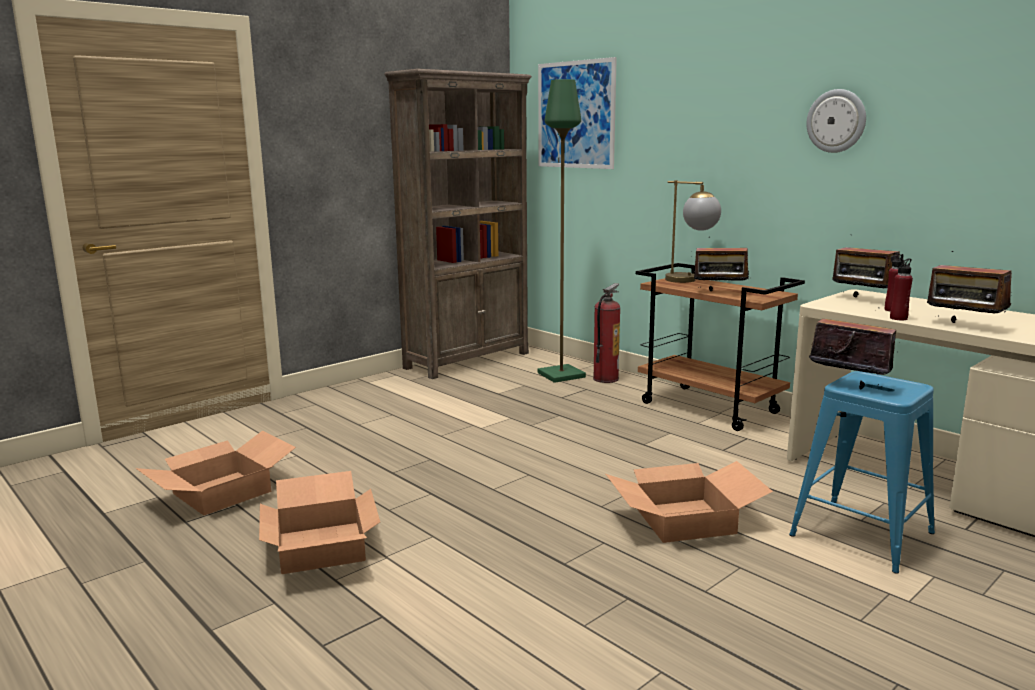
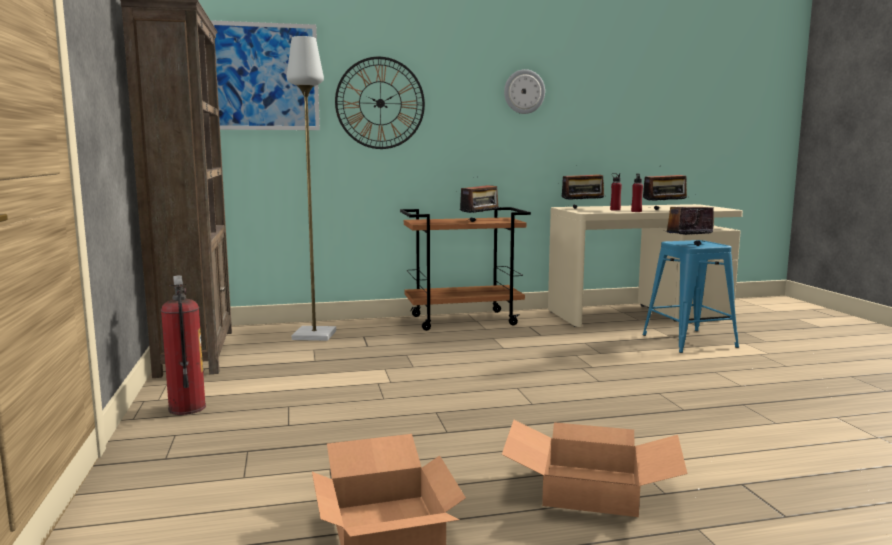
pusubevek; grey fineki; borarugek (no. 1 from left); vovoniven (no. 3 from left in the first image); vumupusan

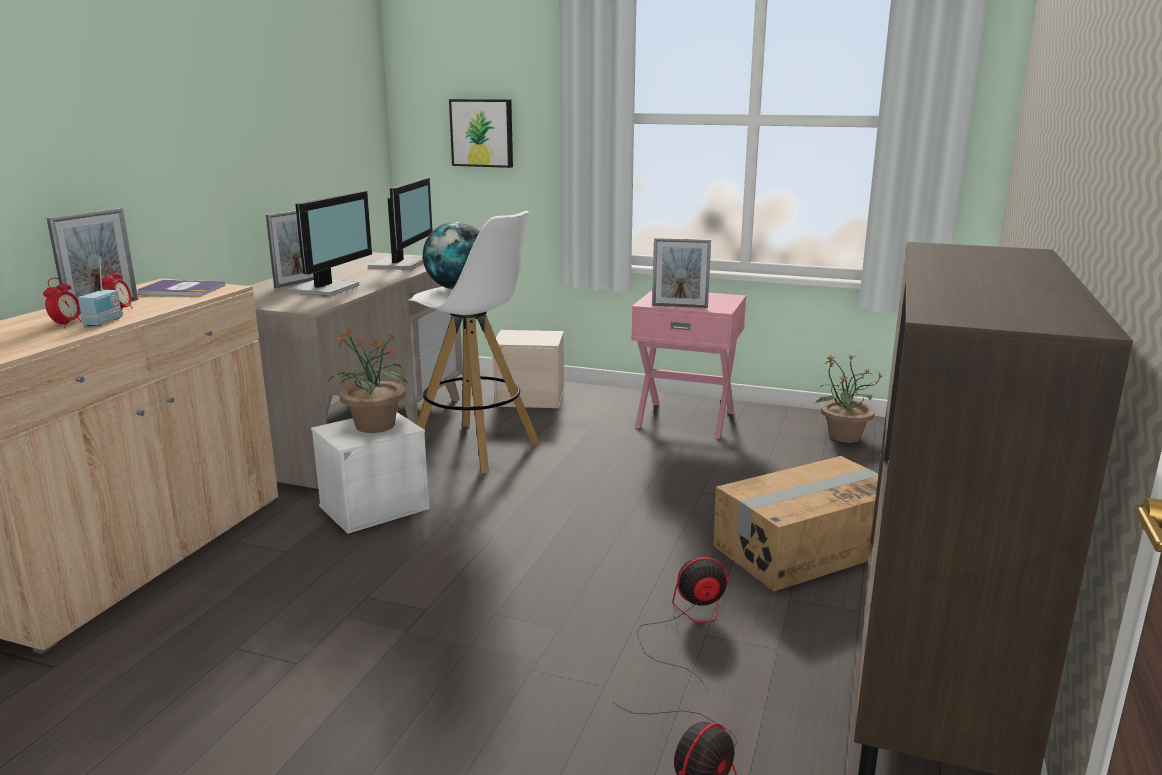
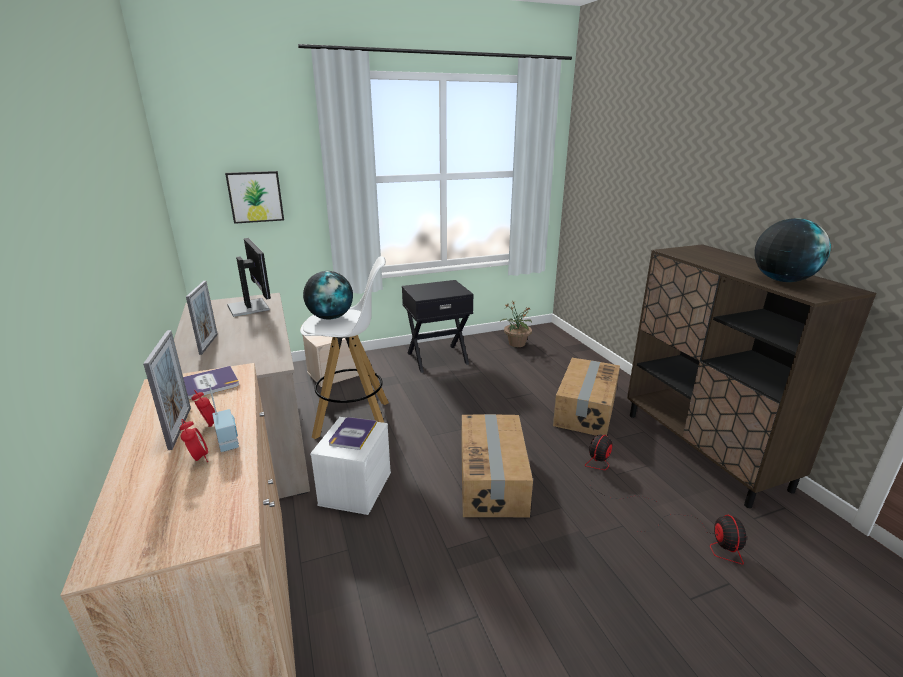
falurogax (no. 2 from left); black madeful; vovoniven (no. 1 from left); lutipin (no. 2 from left); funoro (no. 1 from left in the first image); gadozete (no. 3 from left in the first image)

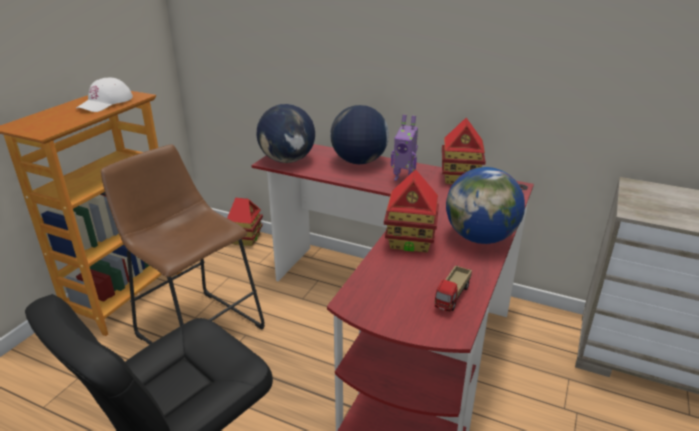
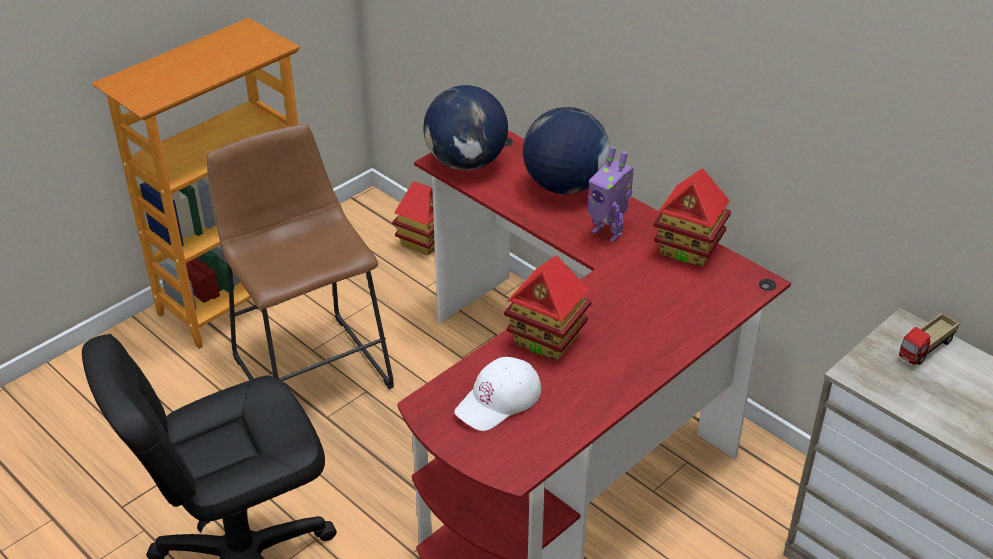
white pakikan; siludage; lutipin (no. 3 from left in the first image)

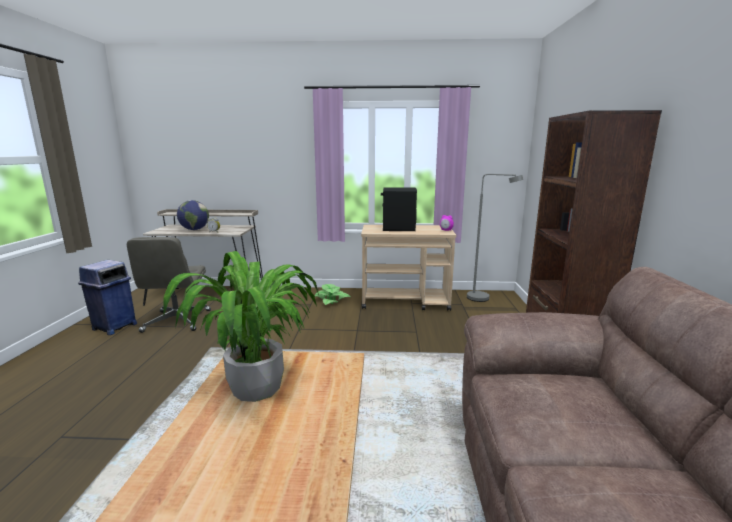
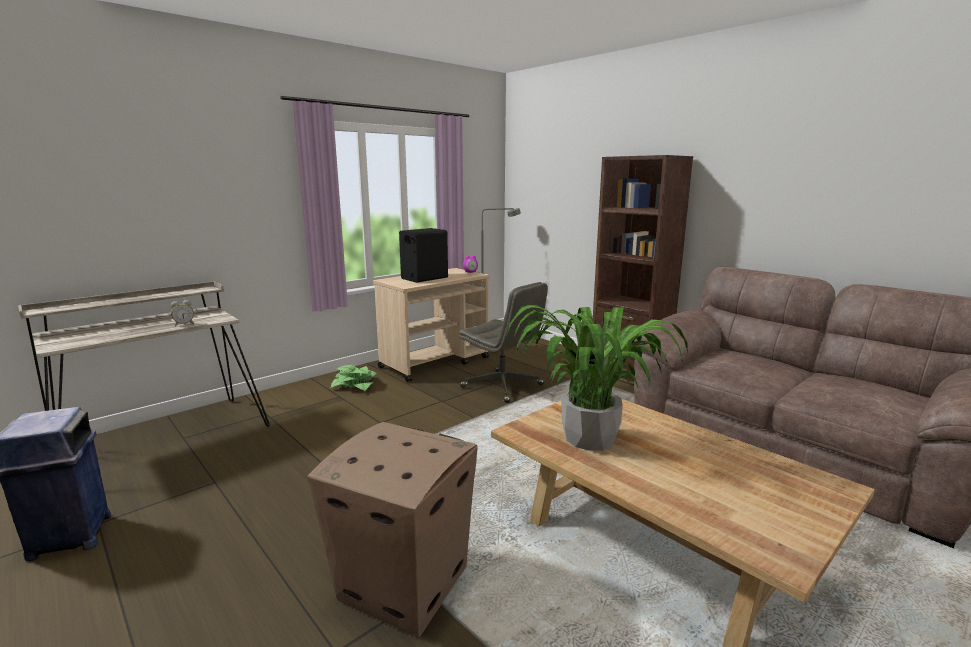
vovoniven; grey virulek; lutipin

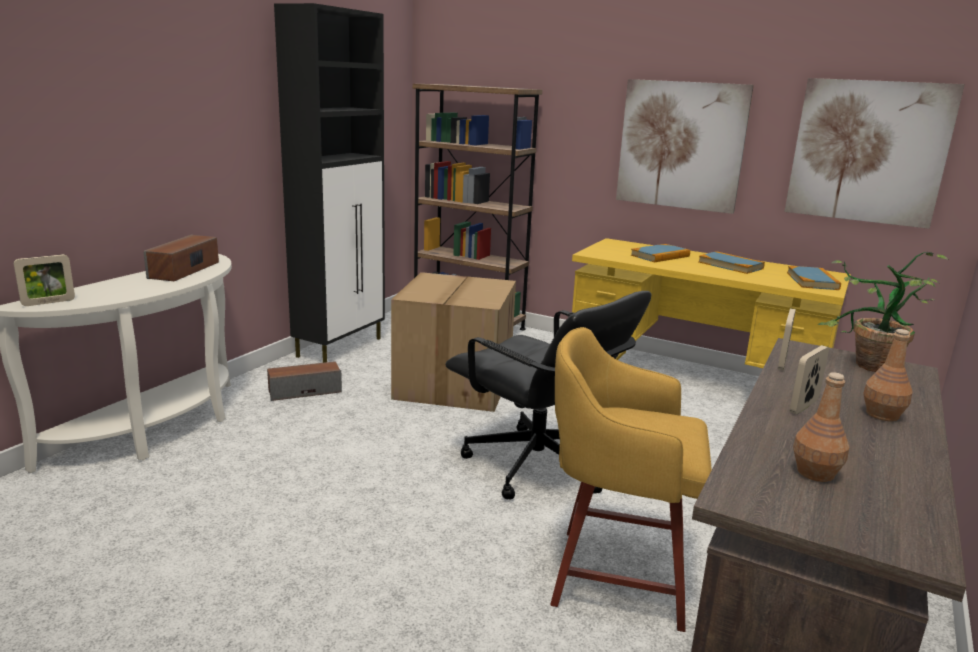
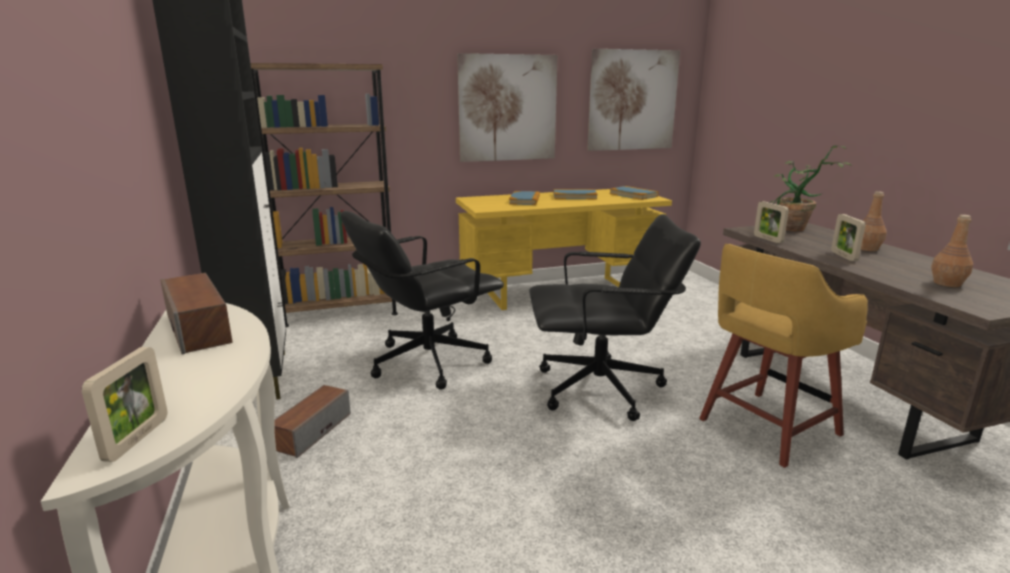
black virulek (no. 1 from left)

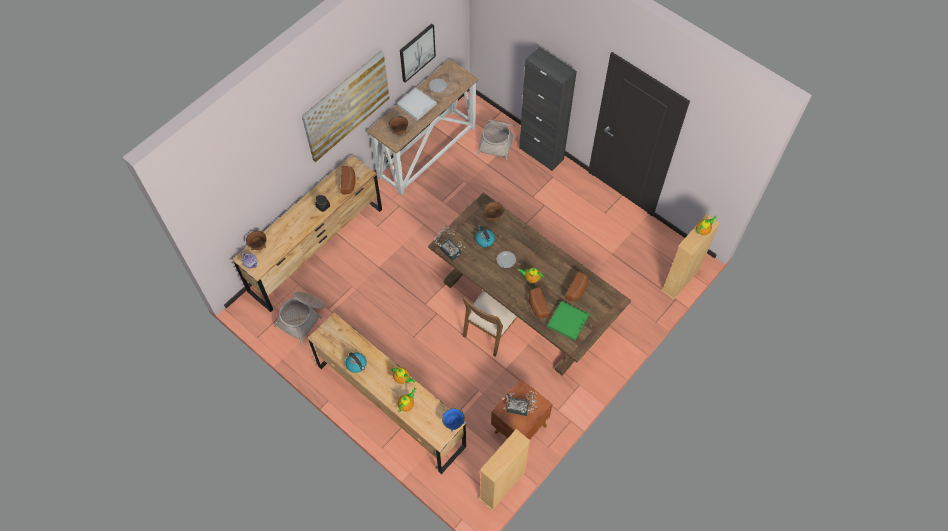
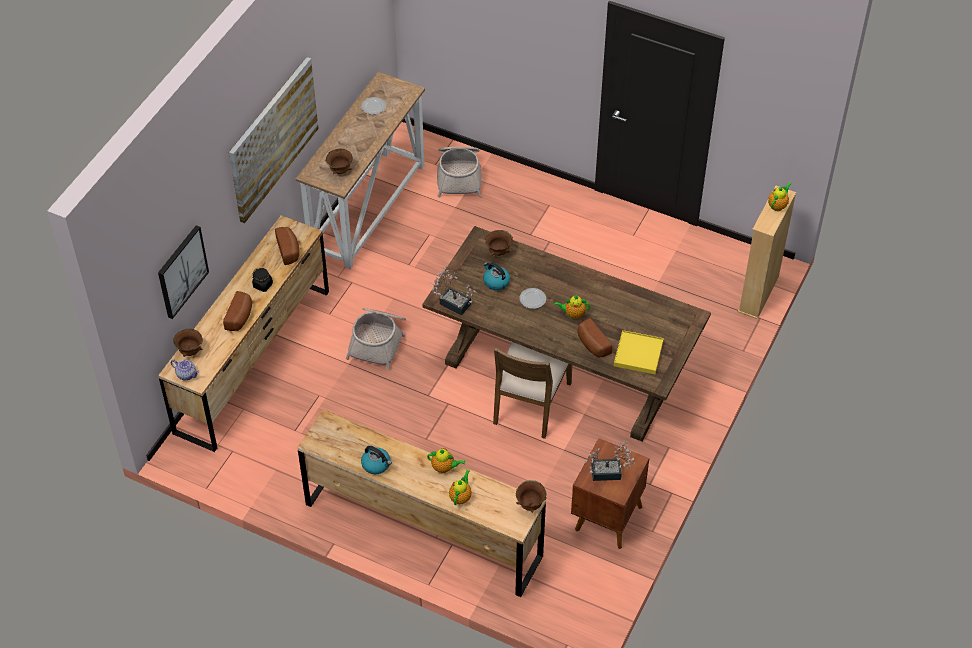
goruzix (no. 1 from left); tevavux (no. 1 from left); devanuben (no. 1 from left); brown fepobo (no. 4 from left); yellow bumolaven; white bumolaven; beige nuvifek (no. 1 from left in the first image); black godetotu

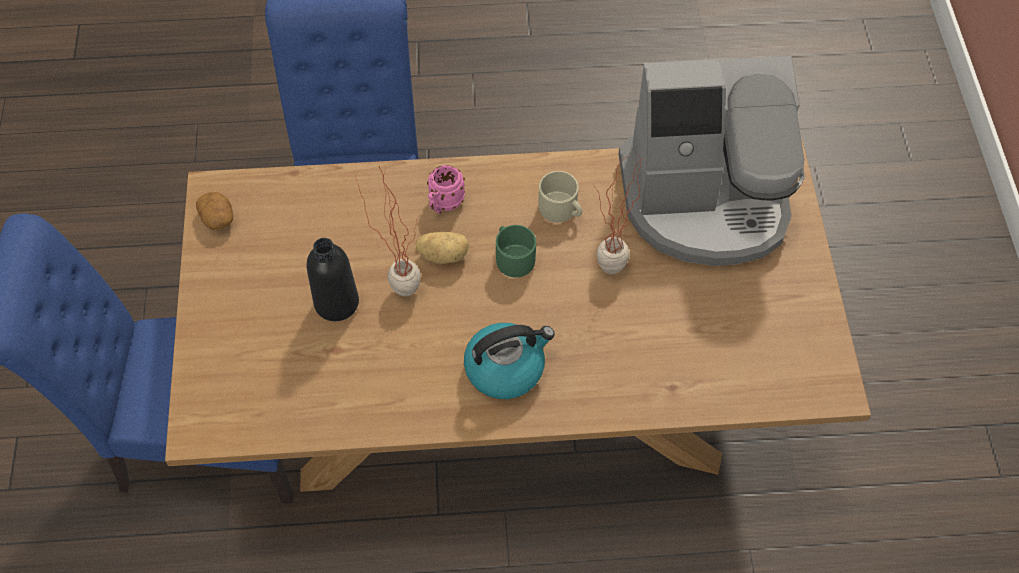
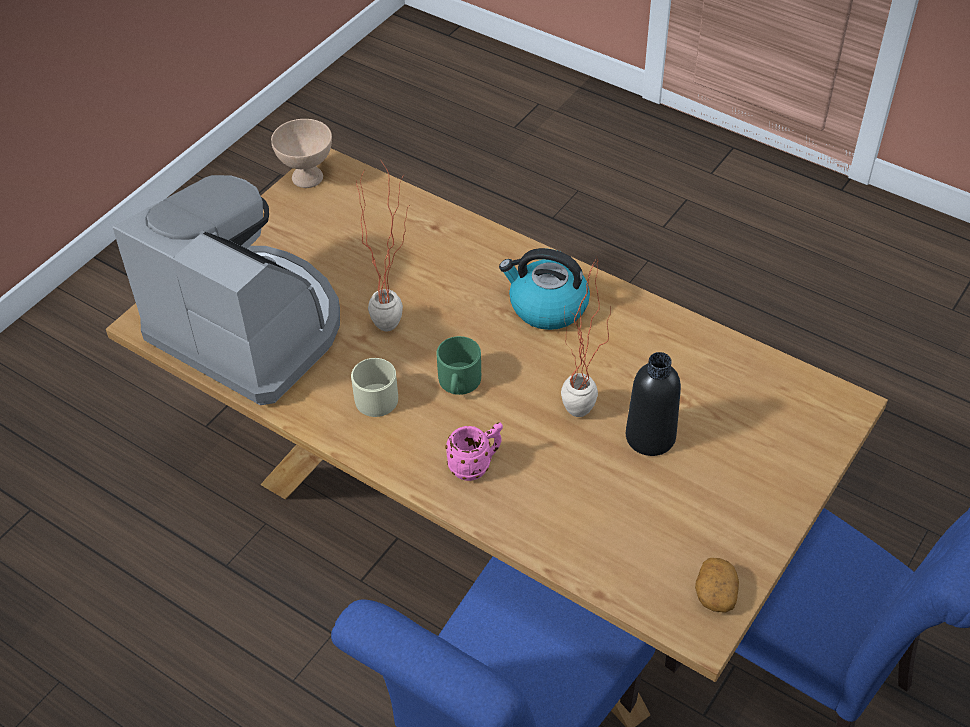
beige fepobo; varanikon (no. 2 from left in the first image)

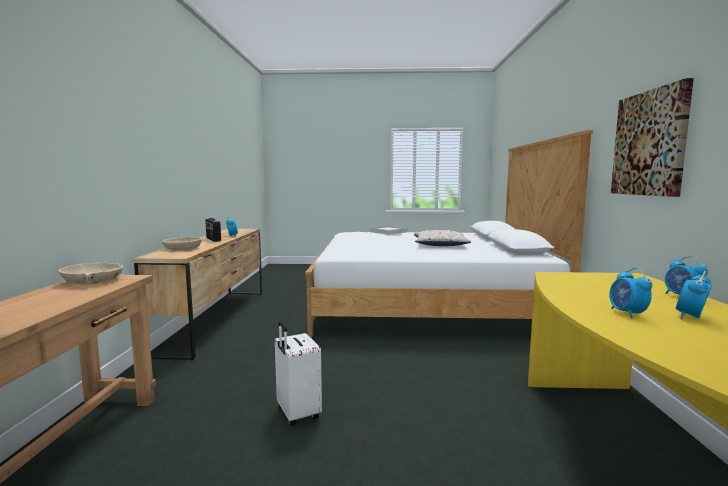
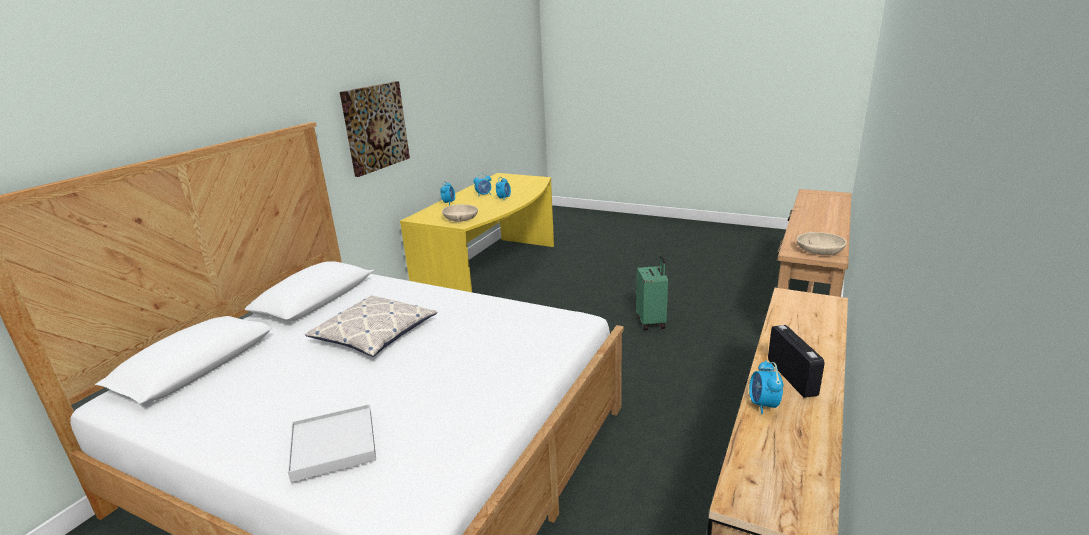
beige fepobo (no. 1 from left); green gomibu

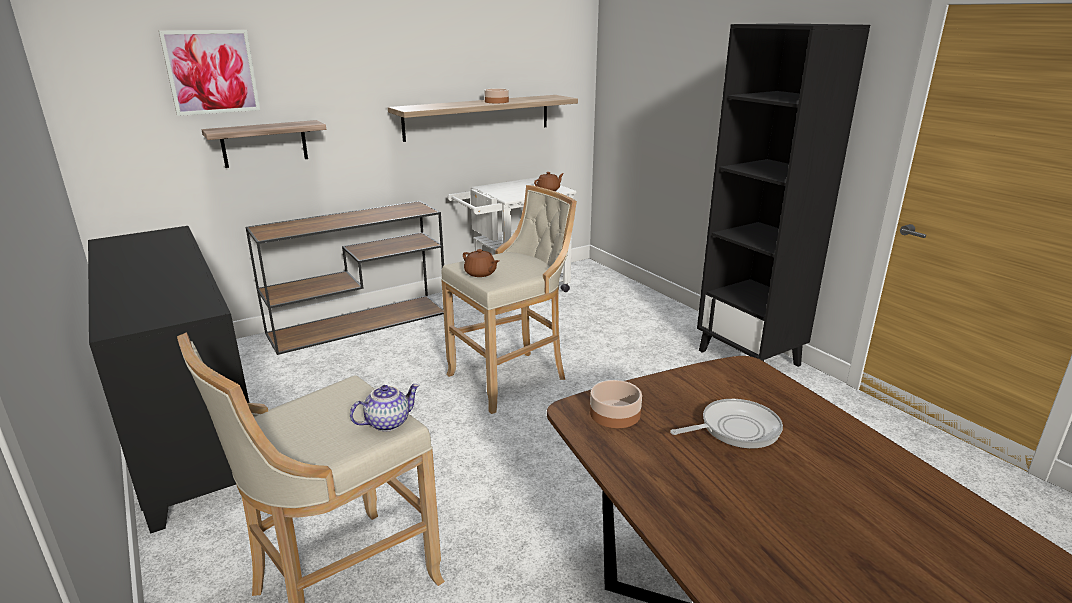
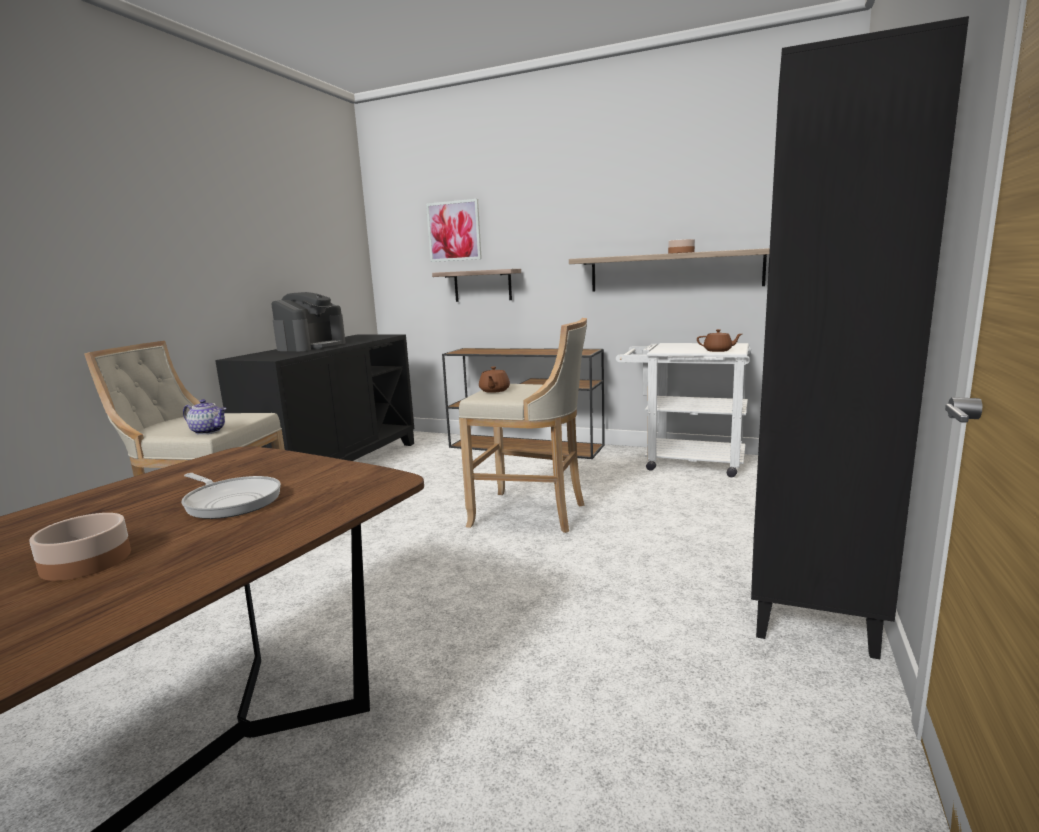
fepobo (no. 1 from left); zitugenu

